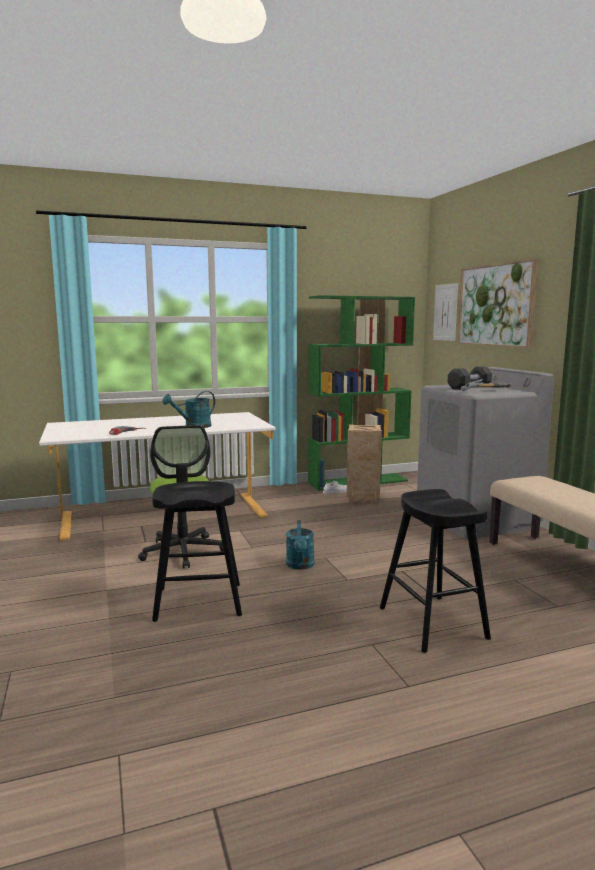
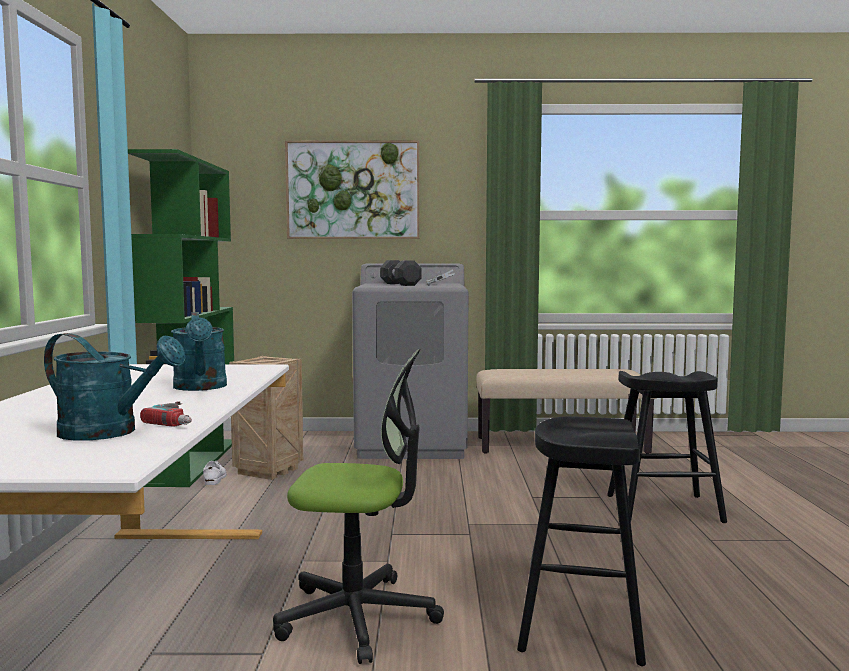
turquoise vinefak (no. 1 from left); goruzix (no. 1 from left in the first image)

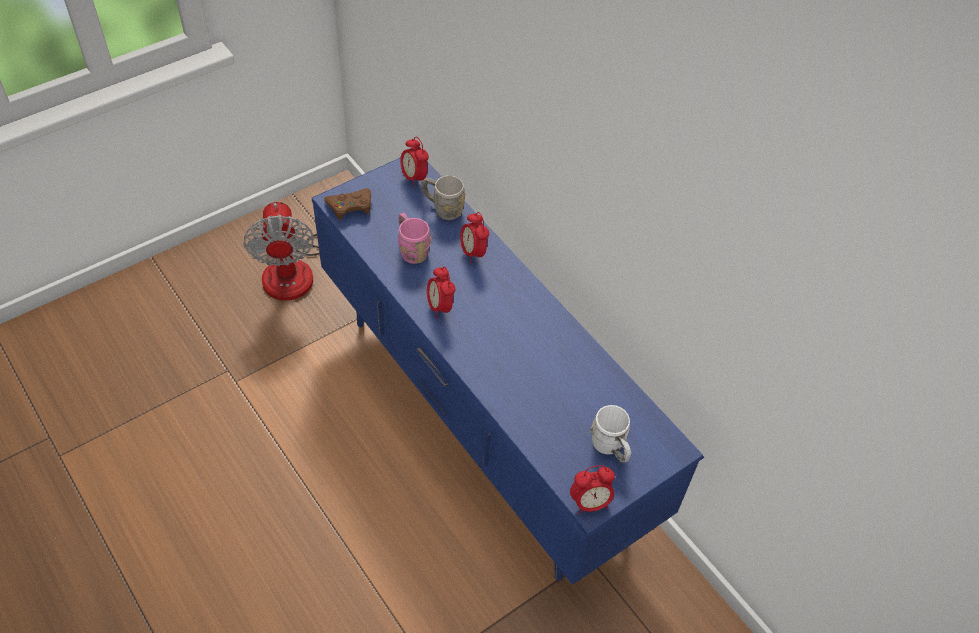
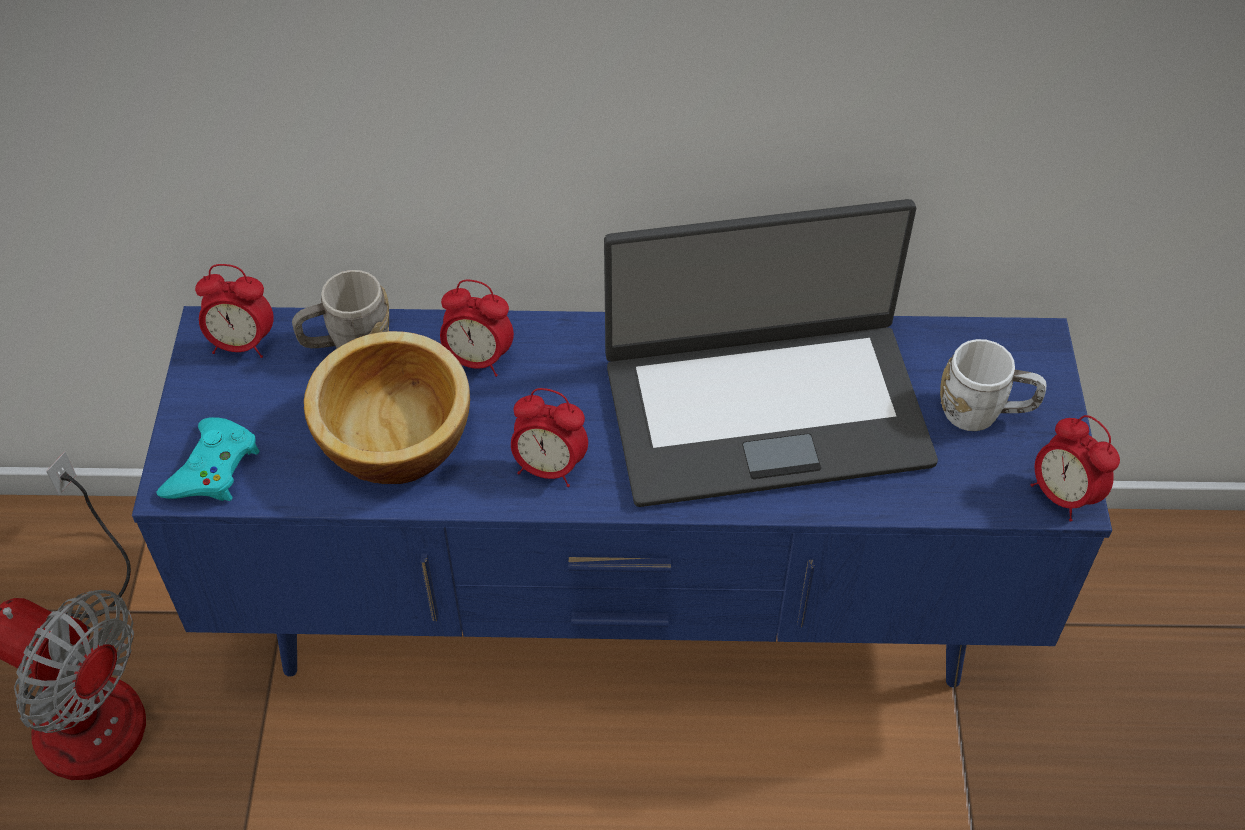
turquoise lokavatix; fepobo; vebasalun; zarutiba (no. 4 from left)

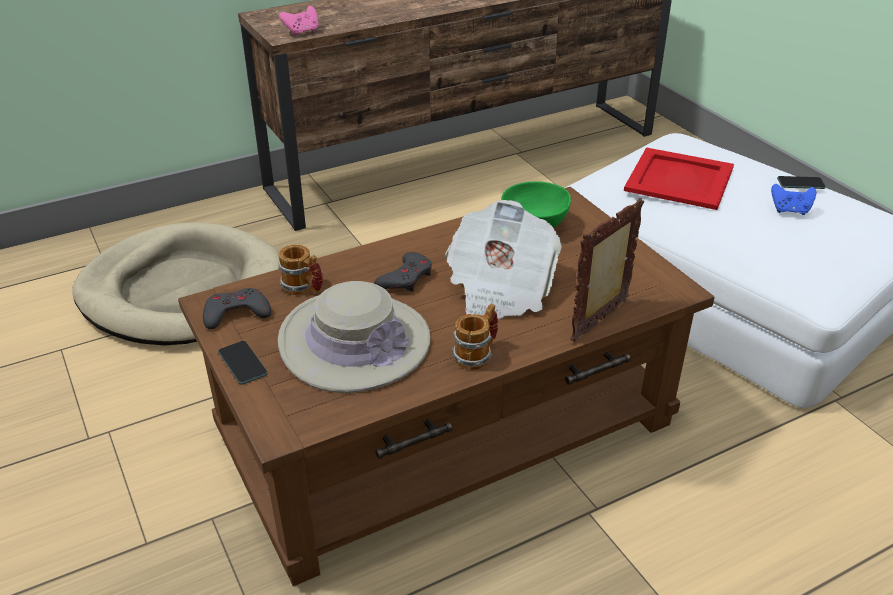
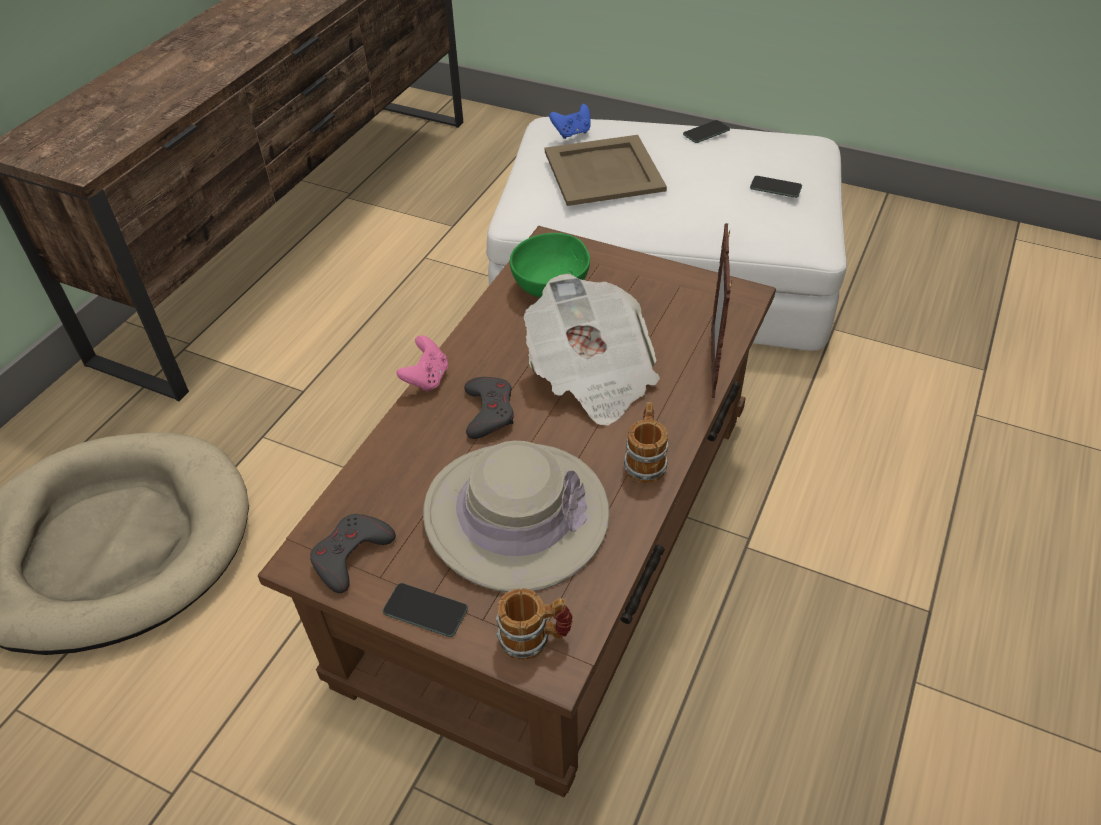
pink lokavatix; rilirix (no. 1 from left); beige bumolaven; blue lokavatix; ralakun (no. 3 from left)

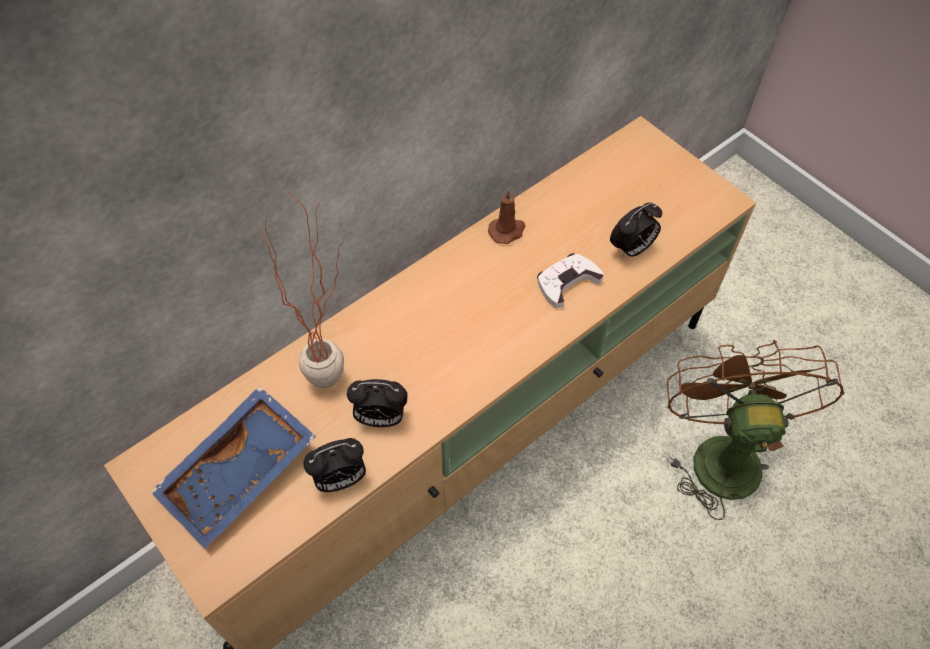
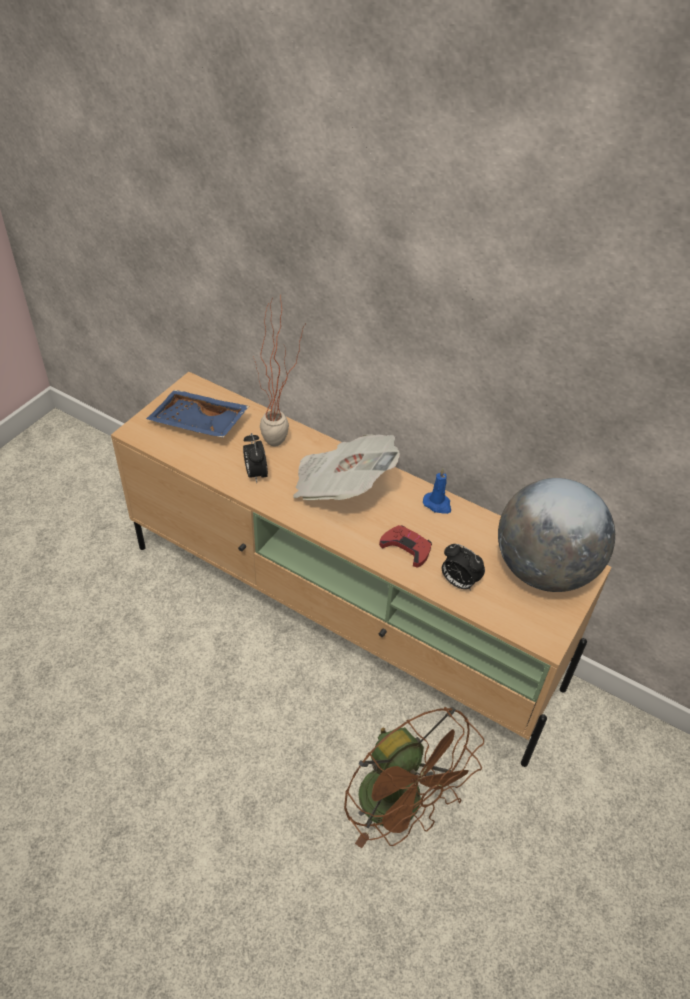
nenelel; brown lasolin; red lokavatix; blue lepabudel; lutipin; zarutiba (no. 1 from left in the first image)

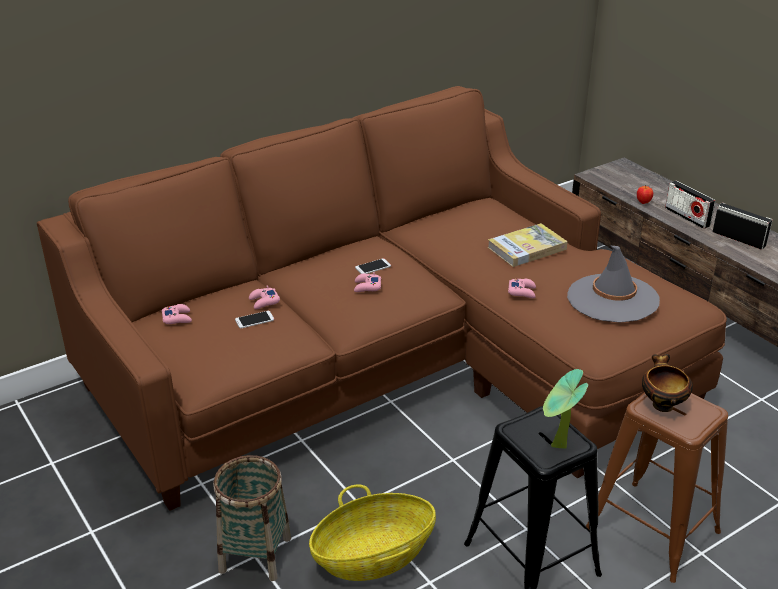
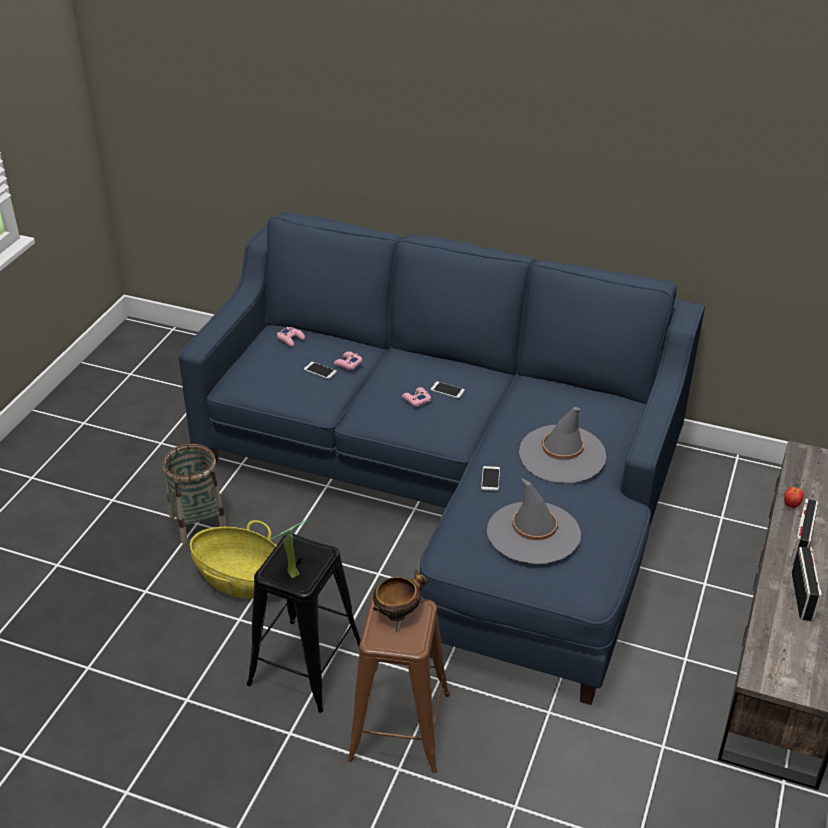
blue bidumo; ralakun (no. 3 from left); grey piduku (no. 2 from left)

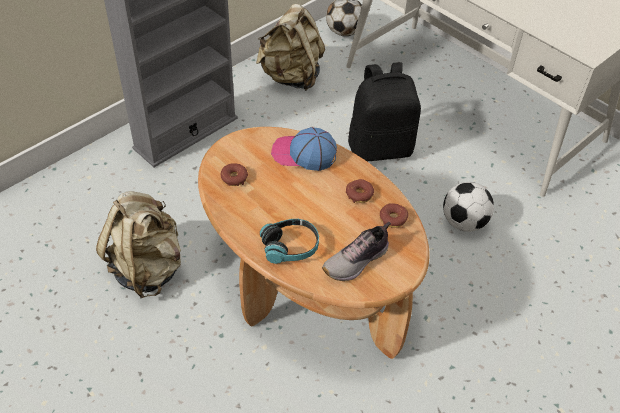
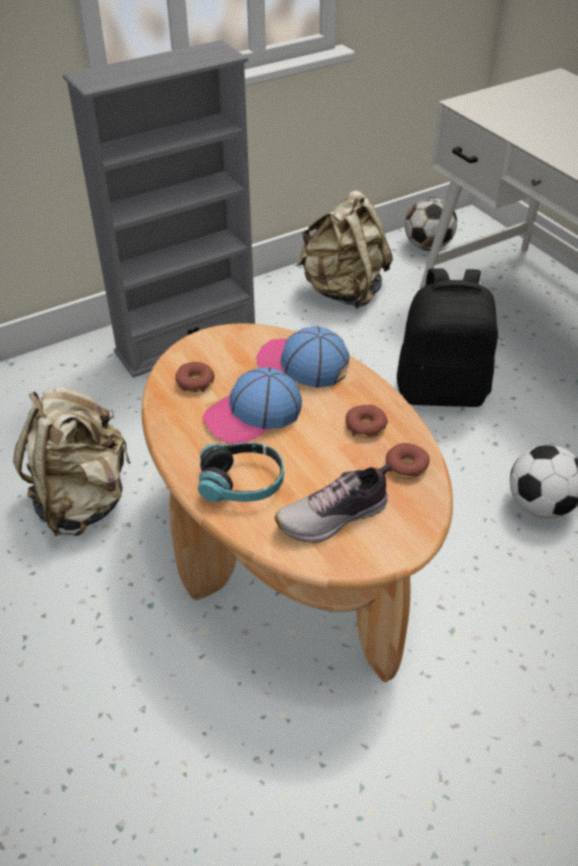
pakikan (no. 1 from left)

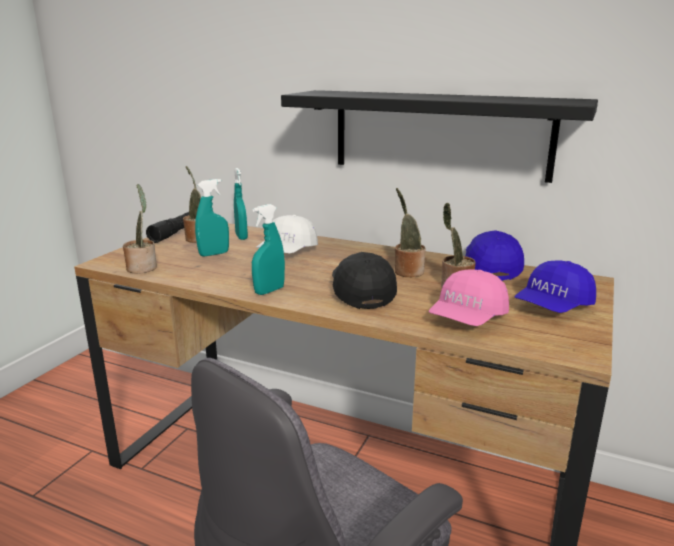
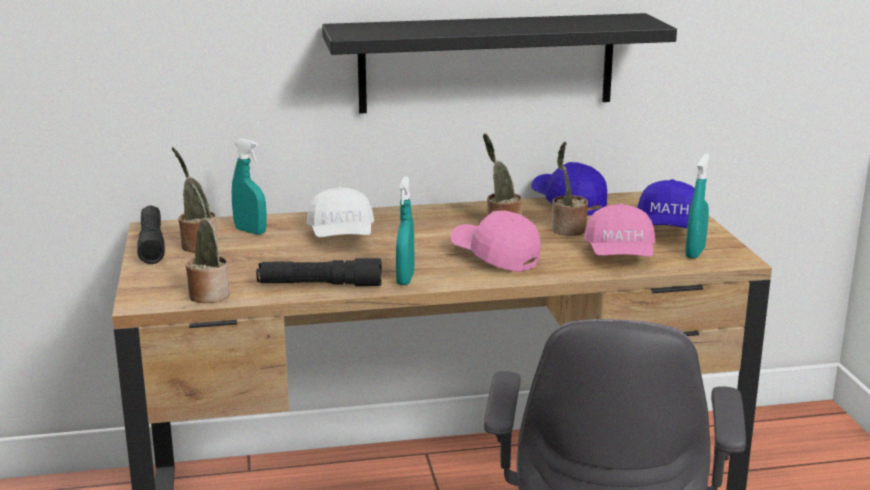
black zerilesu (no. 2 from left); pink pakikan (no. 1 from left); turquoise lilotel (no. 3 from left)

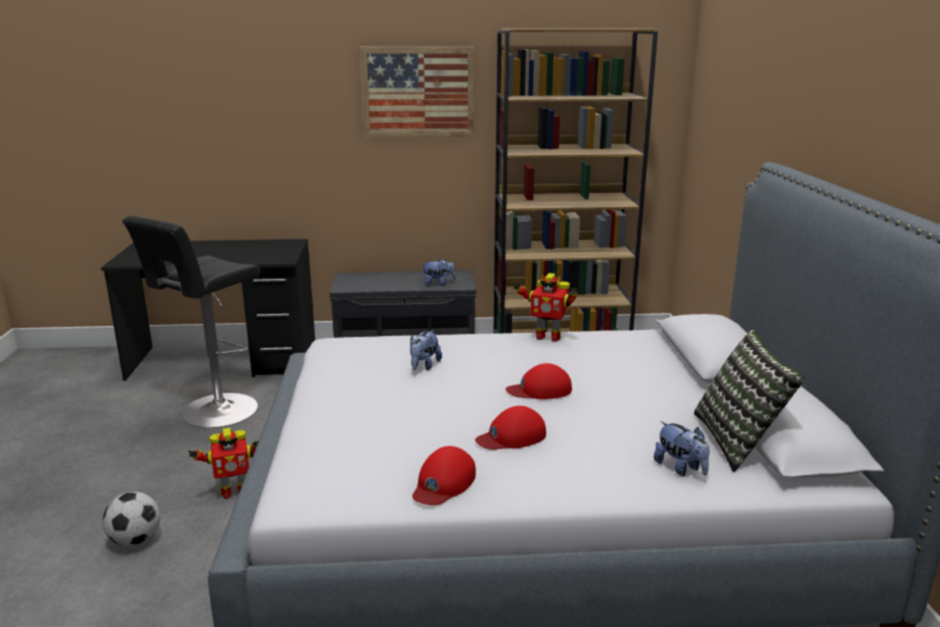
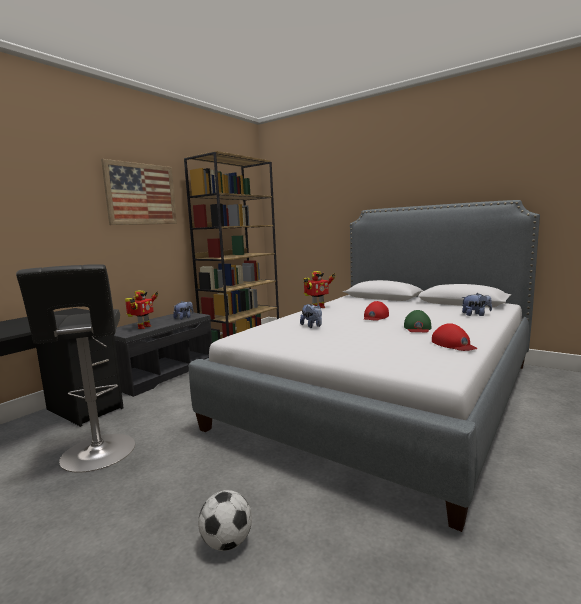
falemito (no. 1 from left); green pakikan; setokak

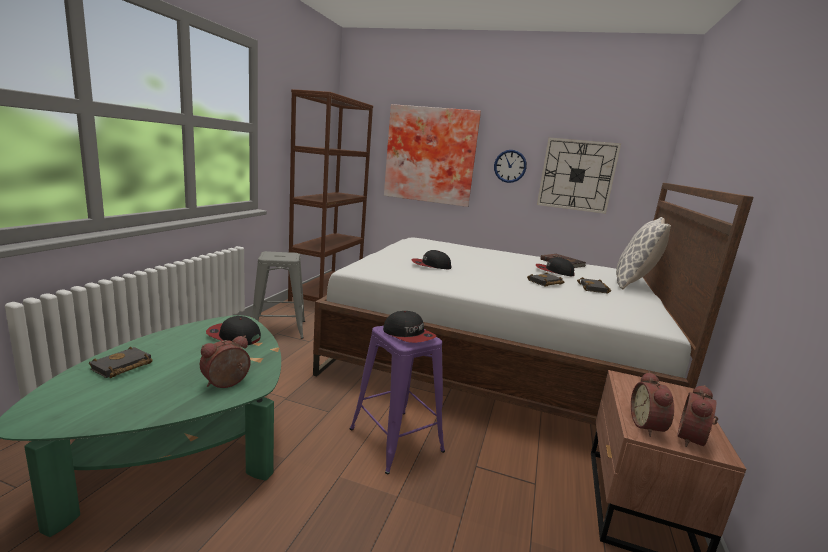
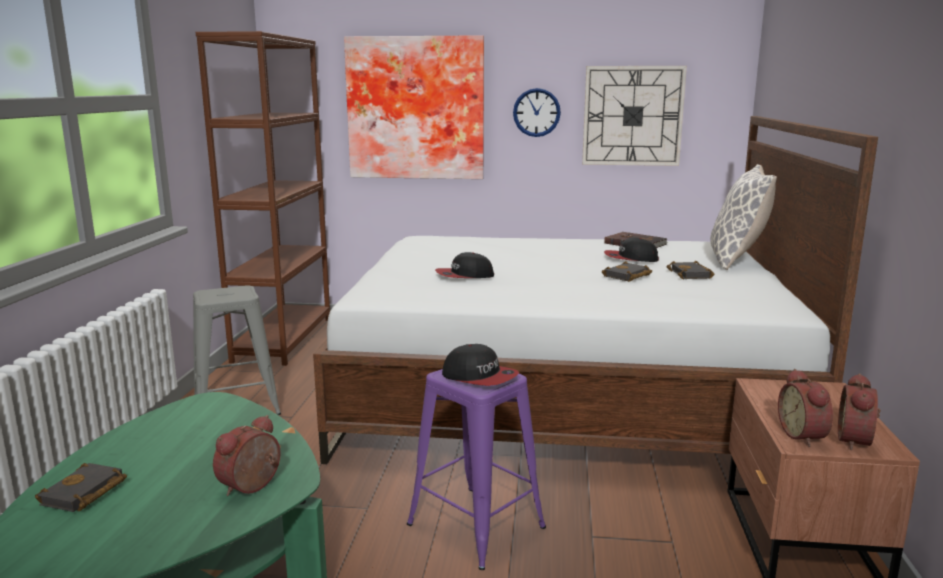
pakikan (no. 1 from left in the first image)

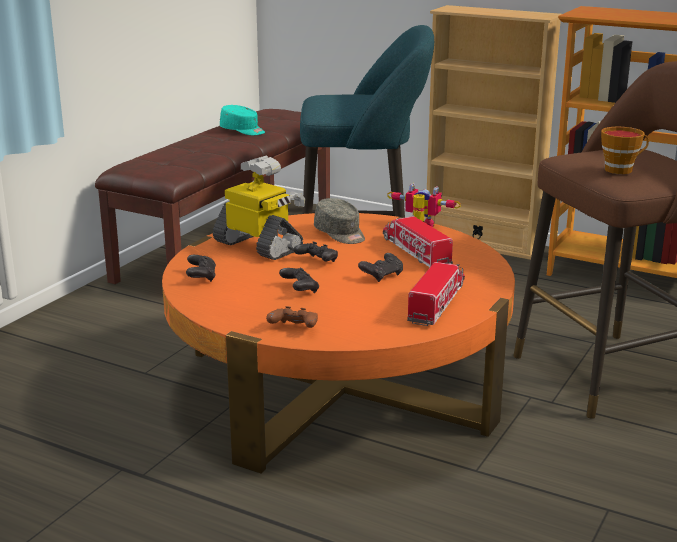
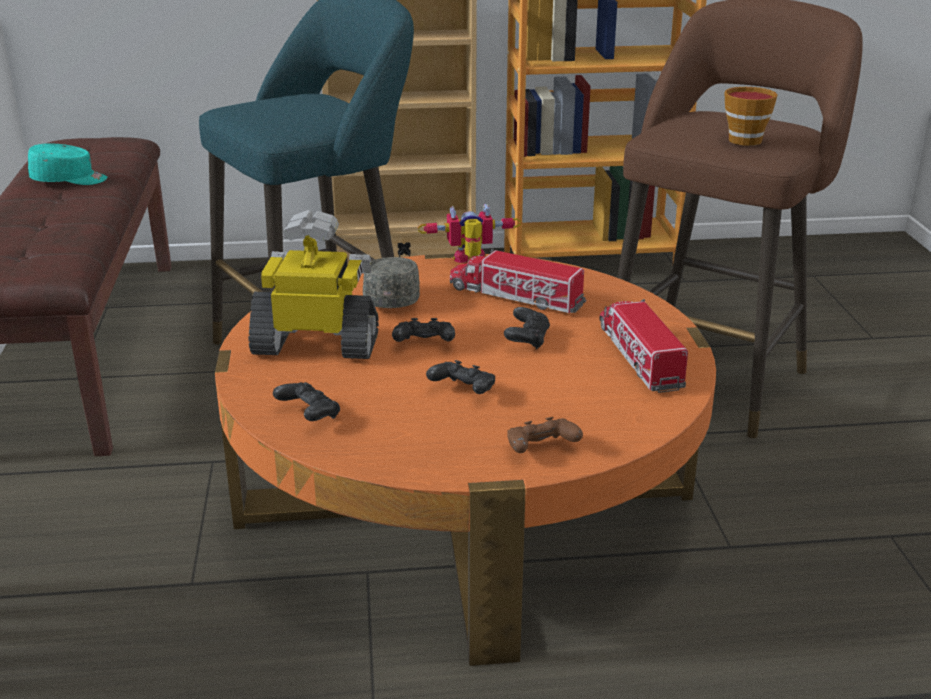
grey pakikan

